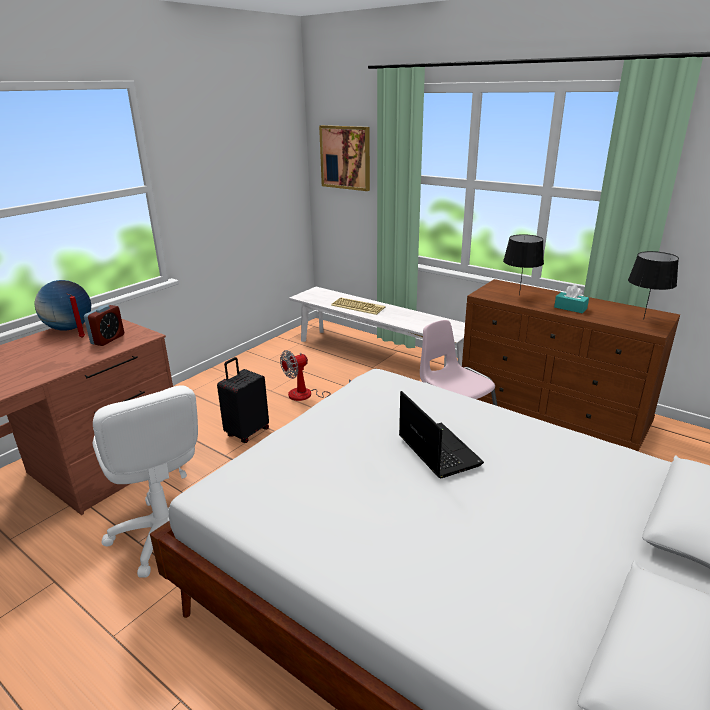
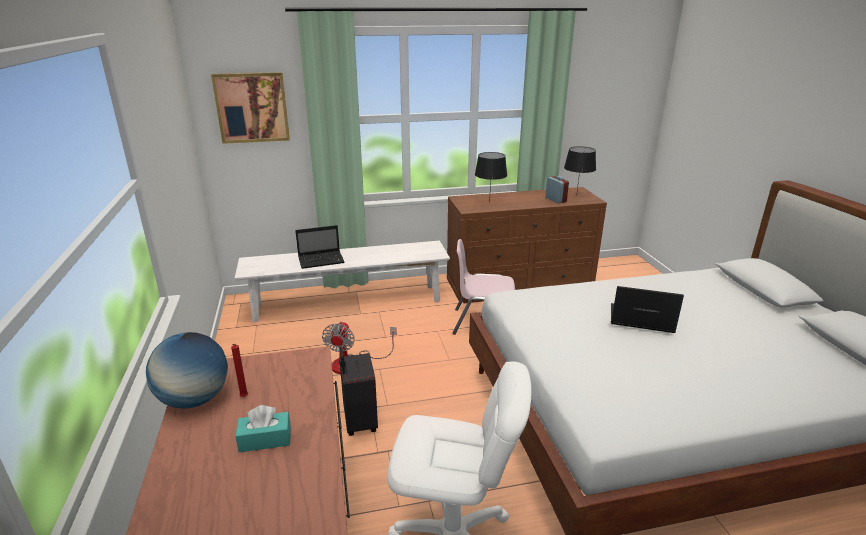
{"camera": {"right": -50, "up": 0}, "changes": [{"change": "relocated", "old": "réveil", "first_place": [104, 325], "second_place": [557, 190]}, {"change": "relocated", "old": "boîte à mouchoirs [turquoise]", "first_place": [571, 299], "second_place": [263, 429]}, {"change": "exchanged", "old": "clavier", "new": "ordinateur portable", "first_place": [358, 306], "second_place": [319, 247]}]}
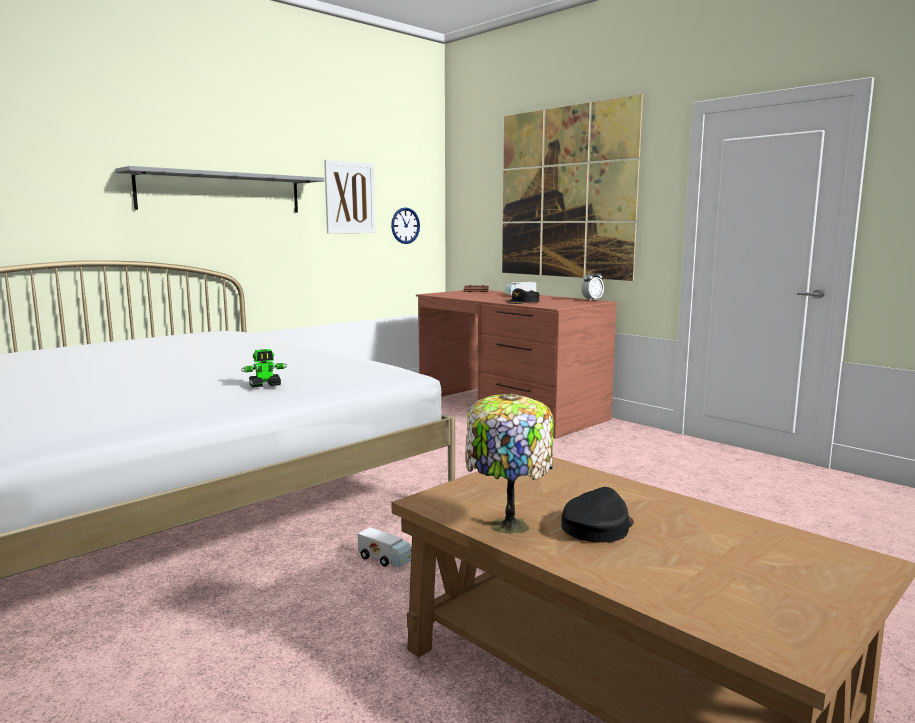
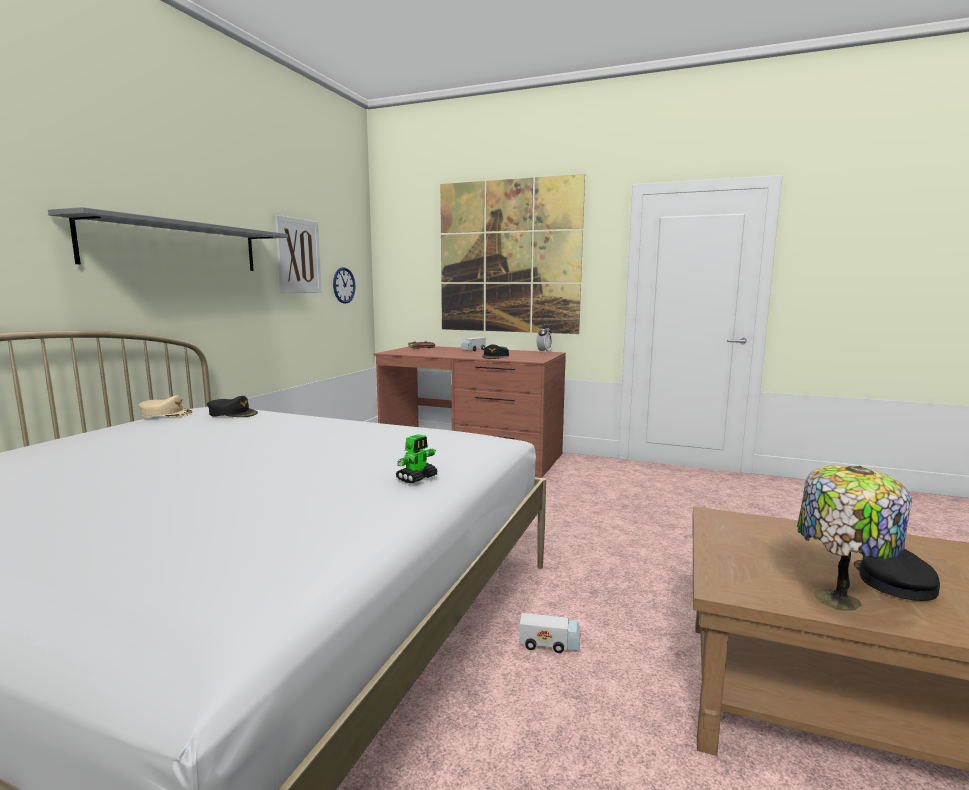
{"camera": {"right": -25, "up": 0}, "changes": [{"change": "appeared", "new": "casquette [beige]", "second_place": [165, 406]}, {"change": "appeared", "new": "casquette [noir]", "second_place": [232, 406]}]}
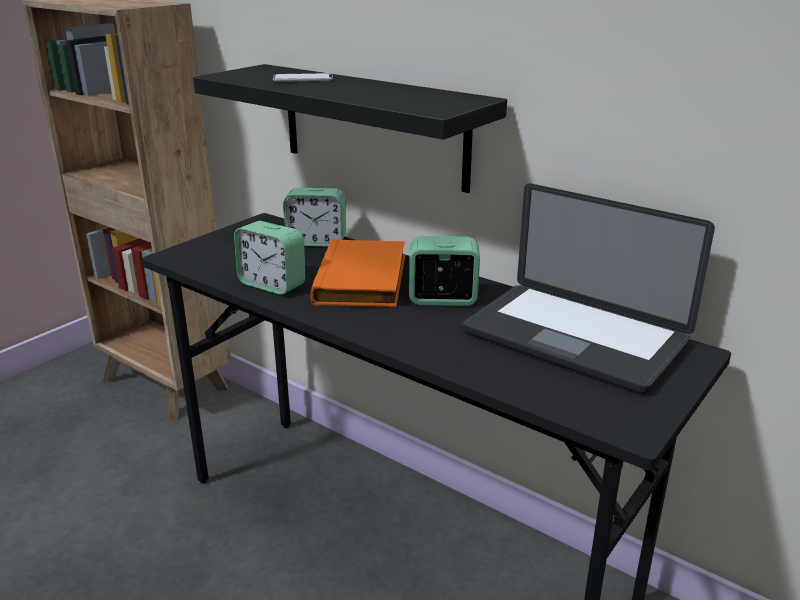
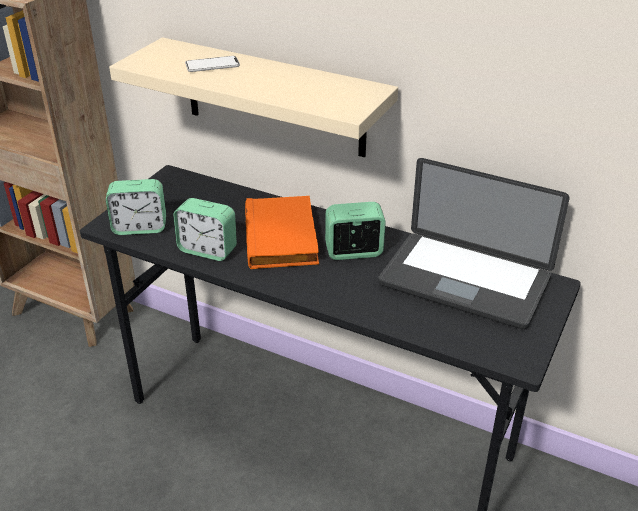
{"camera": {"right": -10, "up": 10}, "changes": [{"change": "relocated", "old": "réveil", "first_place": [314, 217], "second_place": [136, 207]}, {"change": "colour", "old": "étagère [noir]", "new": "étagère [beige]", "first_place": [350, 128], "second_place": [253, 97]}]}
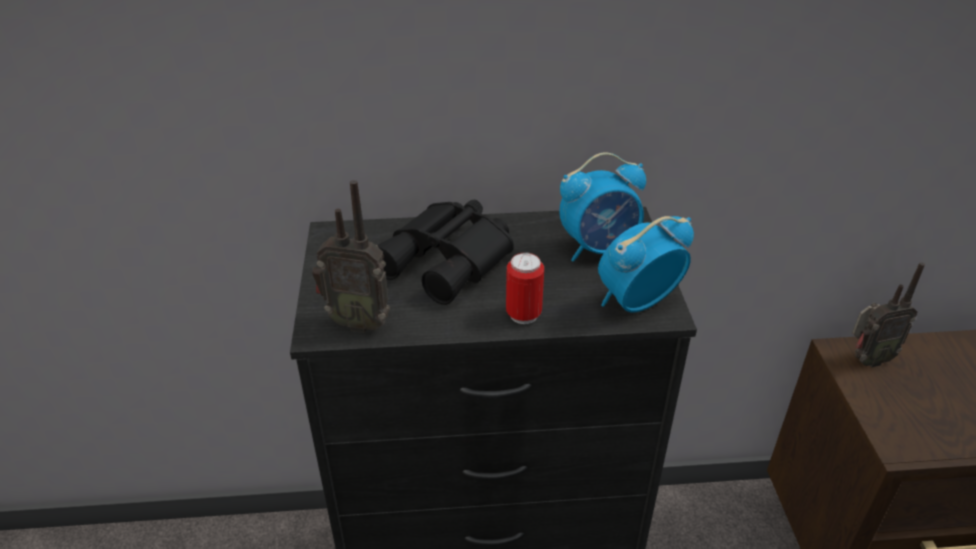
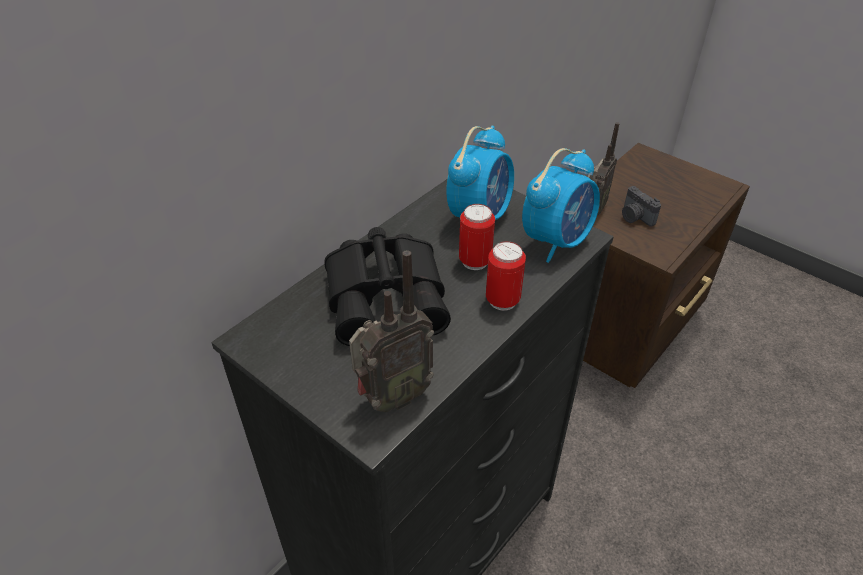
{"camera": {"right": -45, "up": 5}, "changes": [{"change": "appeared", "new": "boîte métallique", "second_place": [477, 237]}, {"change": "appeared", "new": "appareil photo", "second_place": [641, 206]}, {"change": "spun", "old": "réveil", "first_place": [646, 264], "second_place": [561, 205], "degrees": -150}]}
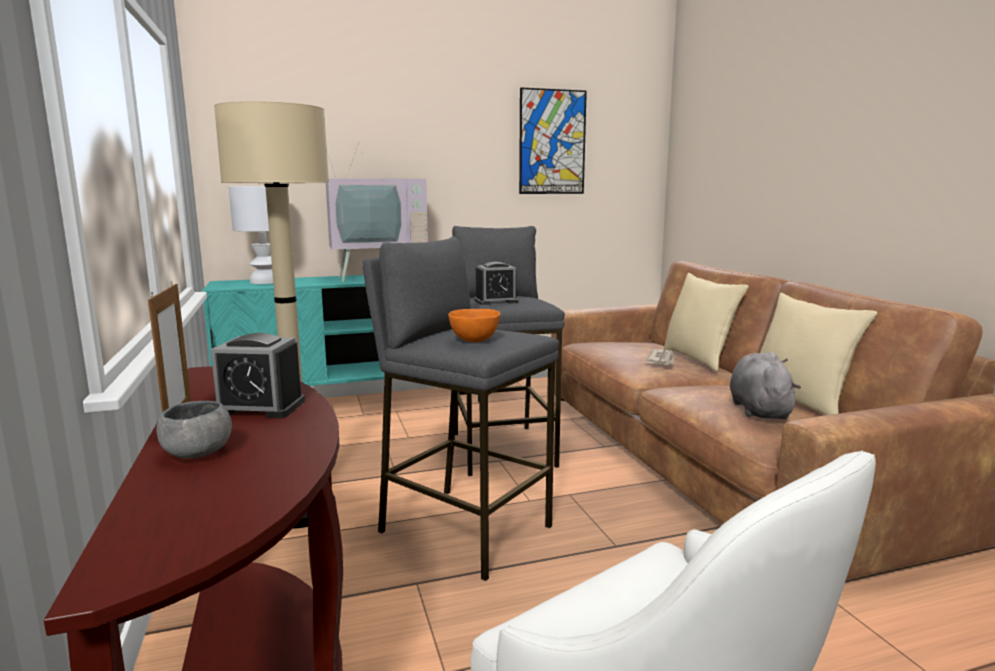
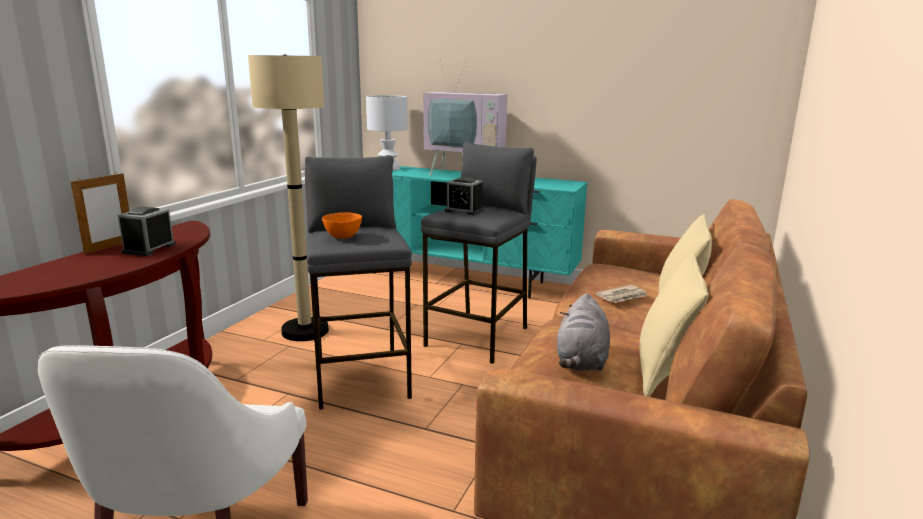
{"camera": {"right": 40, "up": 5}, "changes": [{"change": "missing", "old": "bol [gris]", "first_place": [194, 430]}, {"change": "missing", "old": "tableau", "first_place": [553, 141]}, {"change": "spun", "old": "réveil", "first_place": [258, 375], "second_place": [147, 231], "degrees": 60}, {"change": "spun", "old": "peluche [gris]", "first_place": [765, 386], "second_place": [583, 332], "degrees": 150}]}
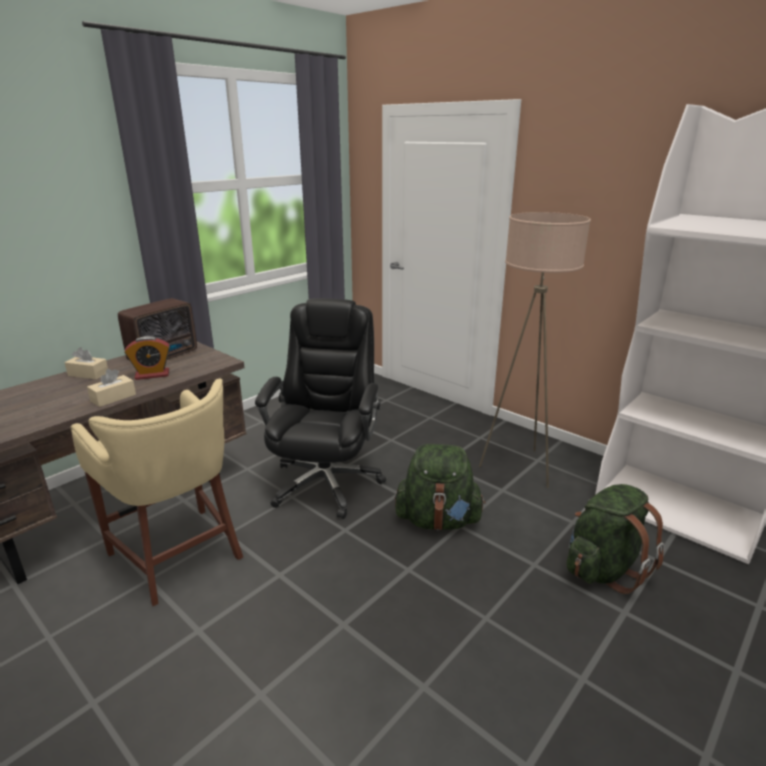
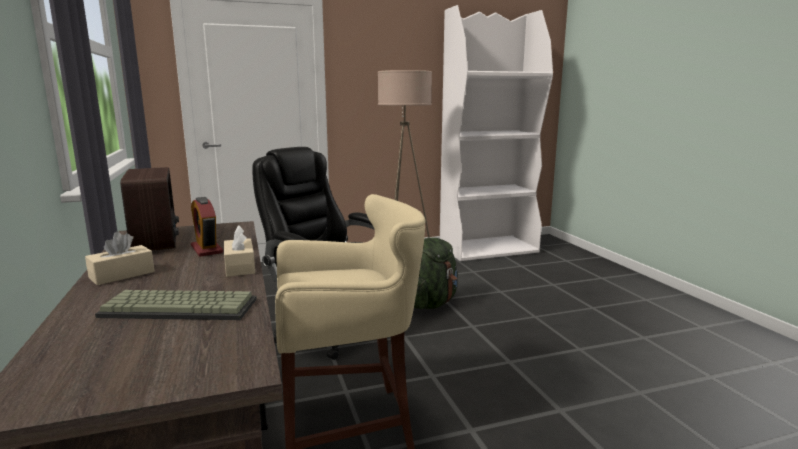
{"camera": {"right": -60, "up": -10}, "changes": [{"change": "missing", "old": "sac à dos [vert]", "first_place": [616, 539]}, {"change": "appeared", "new": "clavier", "second_place": [176, 305]}, {"change": "spun", "old": "réveil", "first_place": [147, 358], "second_place": [207, 226], "degrees": 135}]}
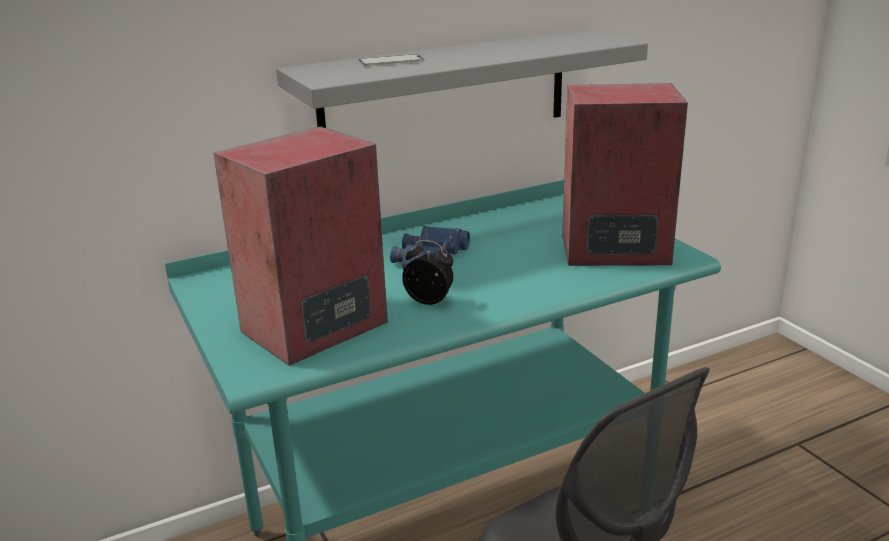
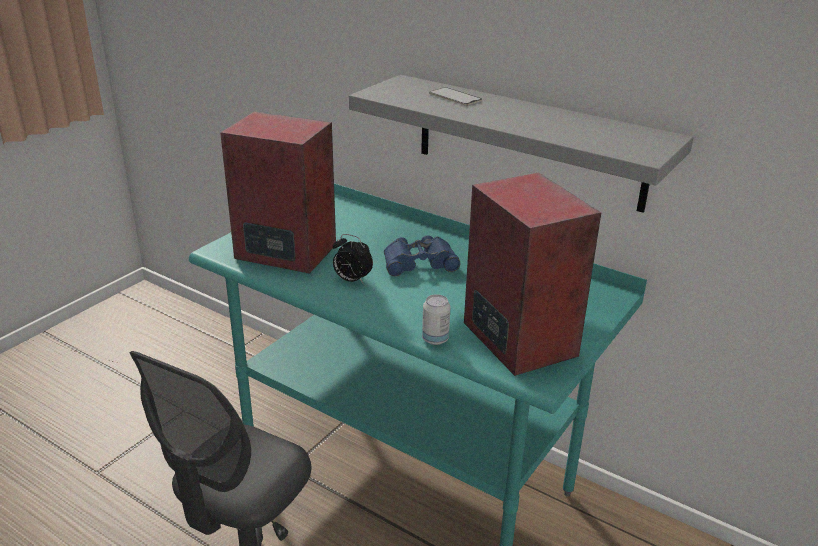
{"camera": {"right": 60, "up": 5}, "changes": [{"change": "appeared", "new": "boîte métallique", "second_place": [436, 319]}, {"change": "spun", "old": "réveil", "first_place": [427, 272], "second_place": [353, 258], "degrees": 120}]}
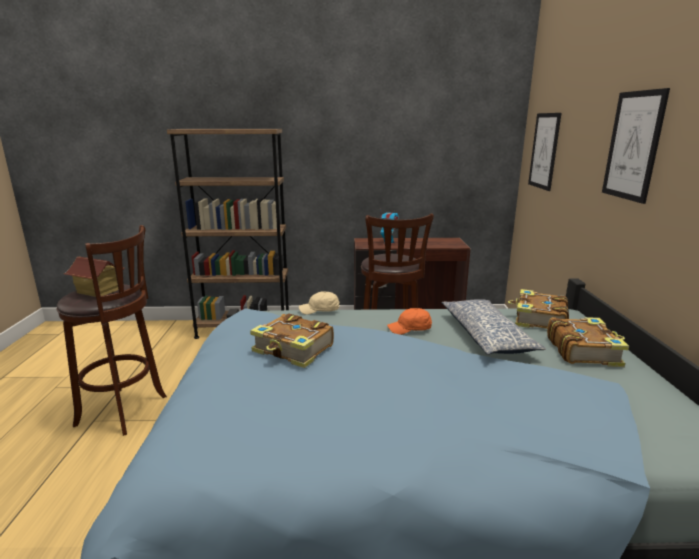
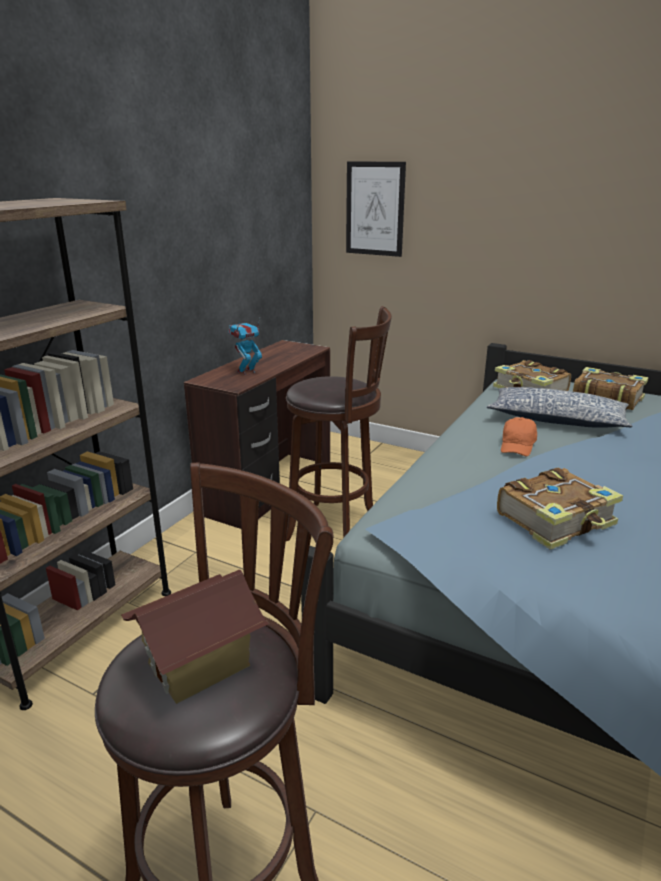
{"camera": {"right": -60, "up": 5}, "changes": [{"change": "missing", "old": "casquette [beige]", "first_place": [319, 303]}, {"change": "missing", "old": "tableau", "first_place": [636, 146]}]}
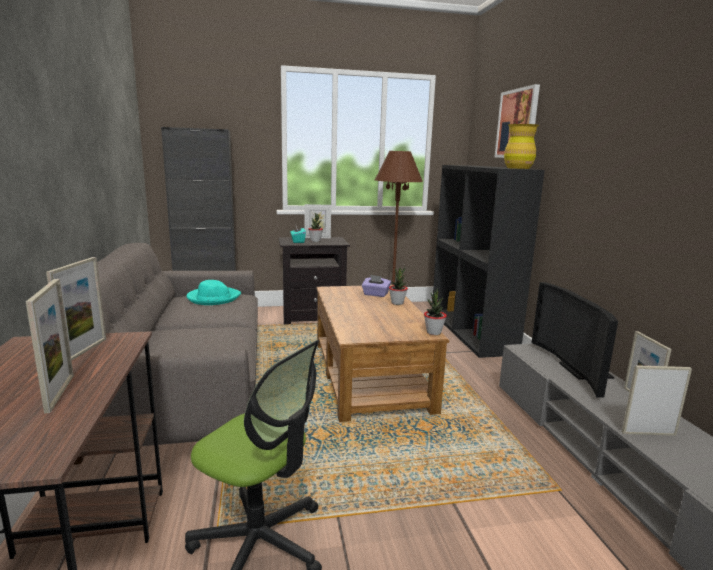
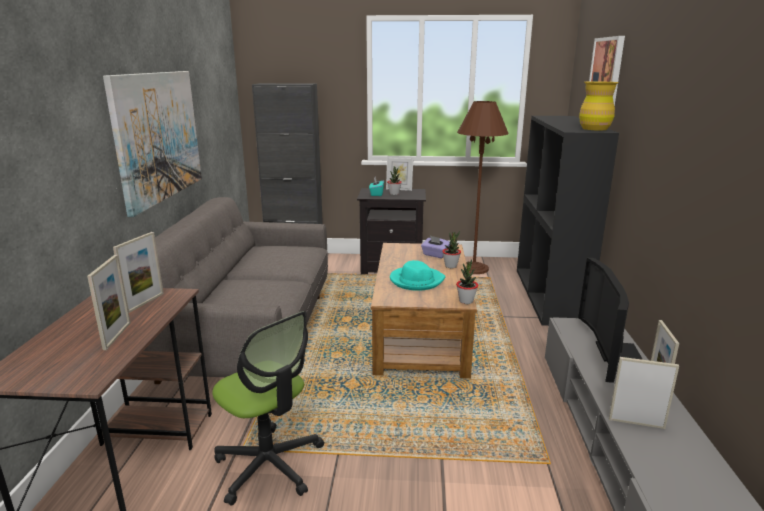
{"camera": {"right": 15, "up": 5}, "changes": [{"change": "appeared", "new": "tableau", "second_place": [152, 144]}, {"change": "relocated", "old": "chapeau [turquoise]", "first_place": [214, 292], "second_place": [417, 275]}]}
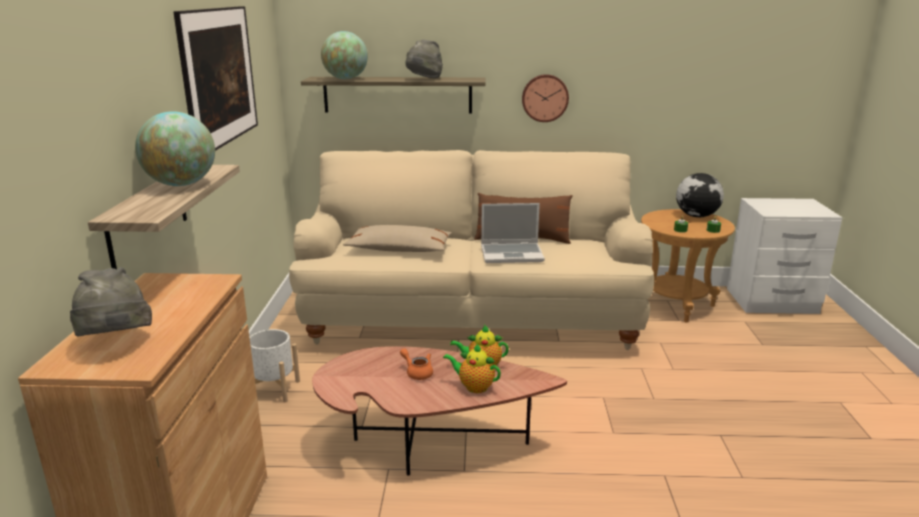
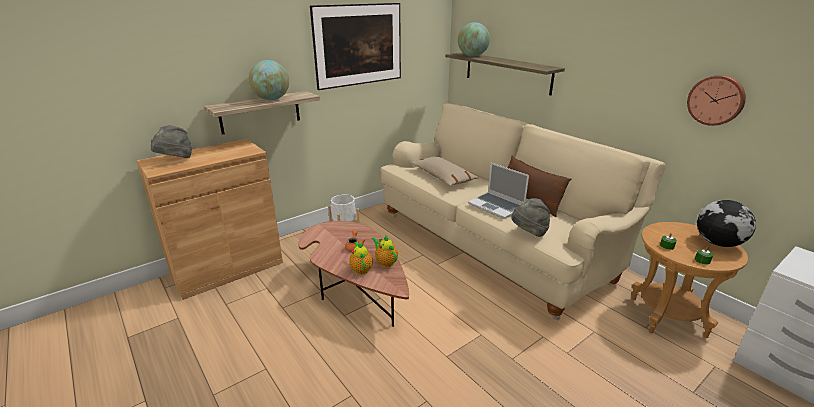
{"camera": {"right": 50, "up": 5}, "changes": [{"change": "relocated", "old": "chapeau [gris]", "first_place": [424, 59], "second_place": [530, 217]}, {"change": "relocated", "old": "horloge murale", "first_place": [545, 98], "second_place": [716, 100]}]}
